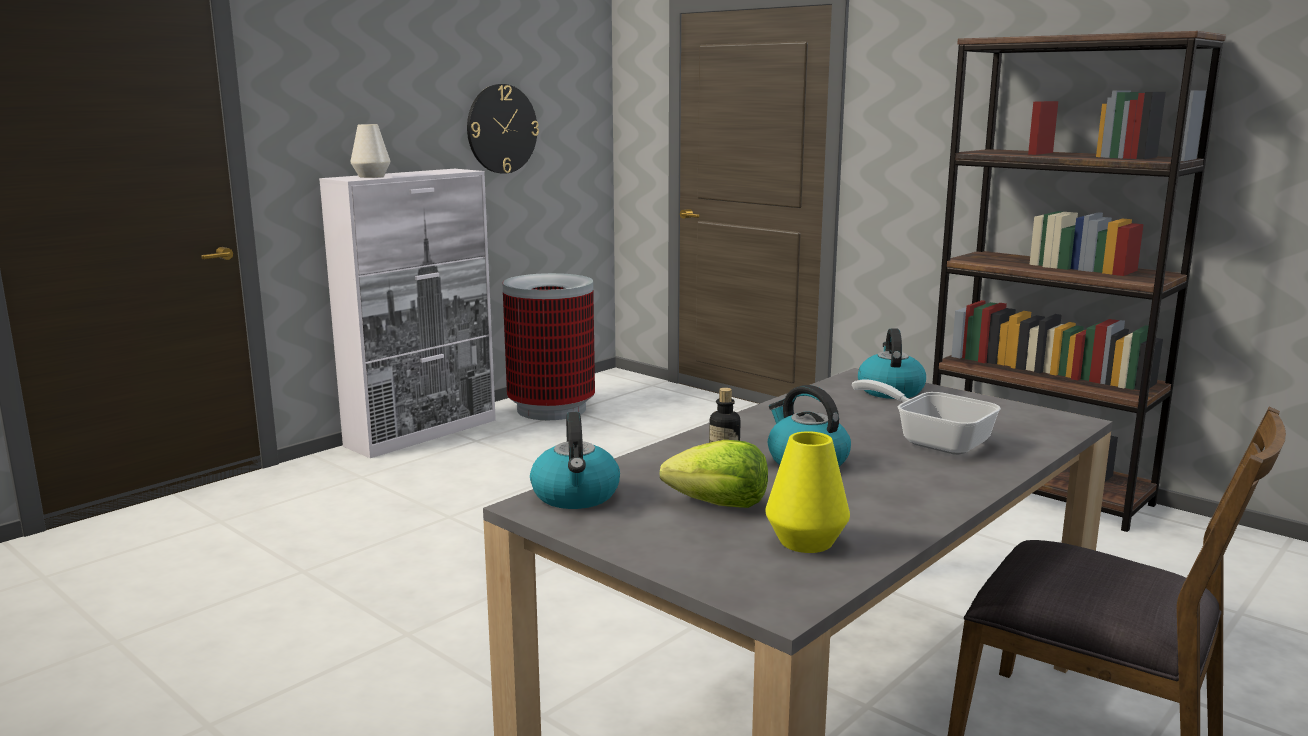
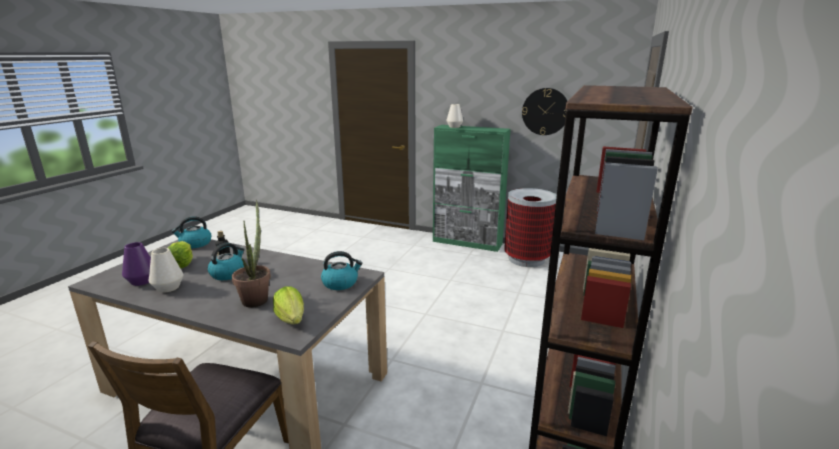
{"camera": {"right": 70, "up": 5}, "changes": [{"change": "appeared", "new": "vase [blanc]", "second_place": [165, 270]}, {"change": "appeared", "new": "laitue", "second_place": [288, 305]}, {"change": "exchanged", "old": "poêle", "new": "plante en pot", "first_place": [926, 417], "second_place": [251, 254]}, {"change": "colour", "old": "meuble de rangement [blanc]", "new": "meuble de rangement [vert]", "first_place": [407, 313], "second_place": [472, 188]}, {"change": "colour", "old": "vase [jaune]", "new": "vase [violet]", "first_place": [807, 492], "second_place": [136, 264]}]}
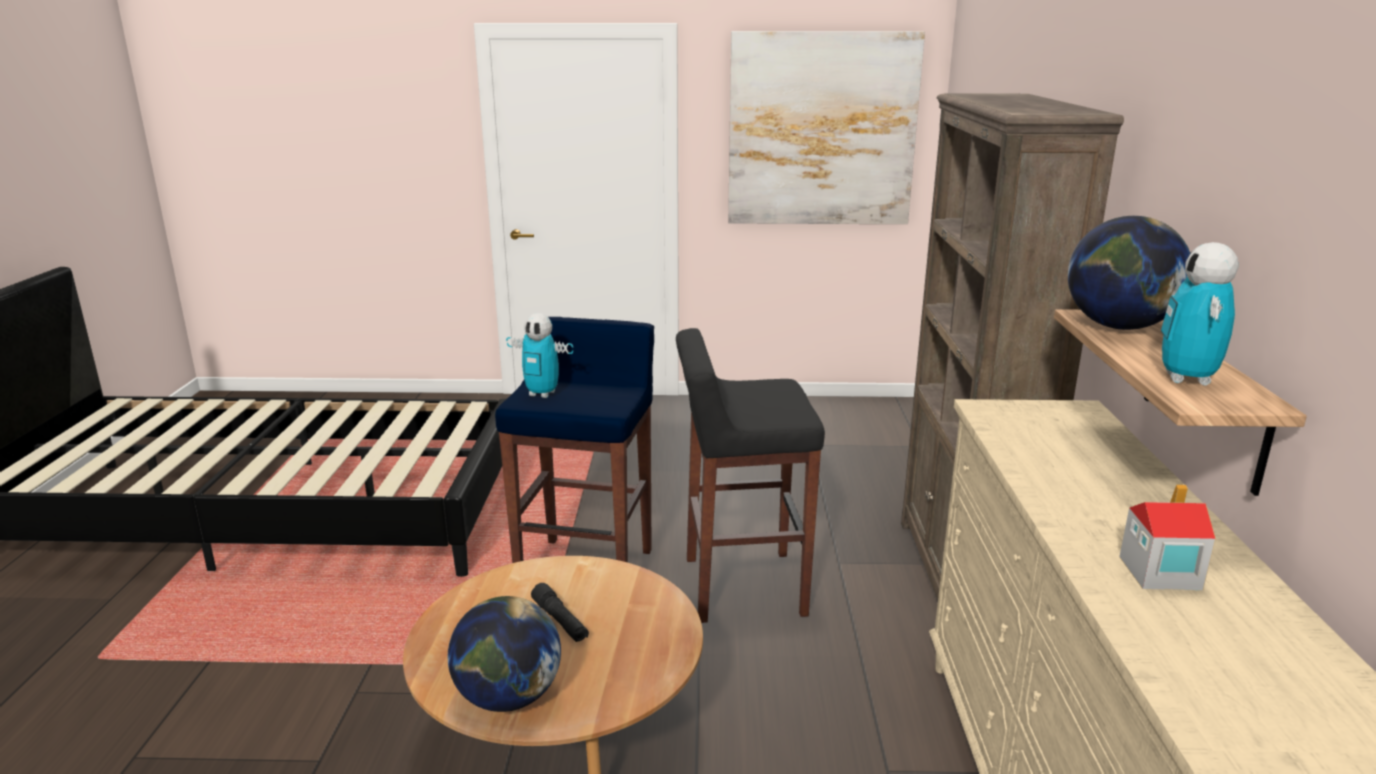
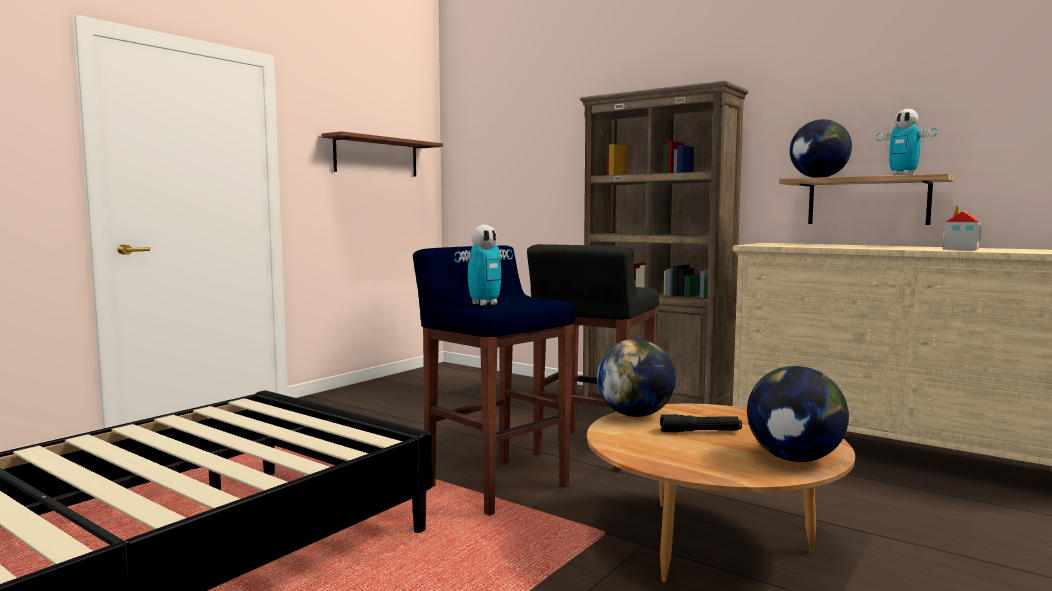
{"camera": {"right": -55, "up": -15}, "changes": [{"change": "appeared", "new": "globe", "second_place": [636, 378]}, {"change": "exchanged", "old": "tableau", "new": "étagère", "first_place": [826, 127], "second_place": [382, 154]}]}
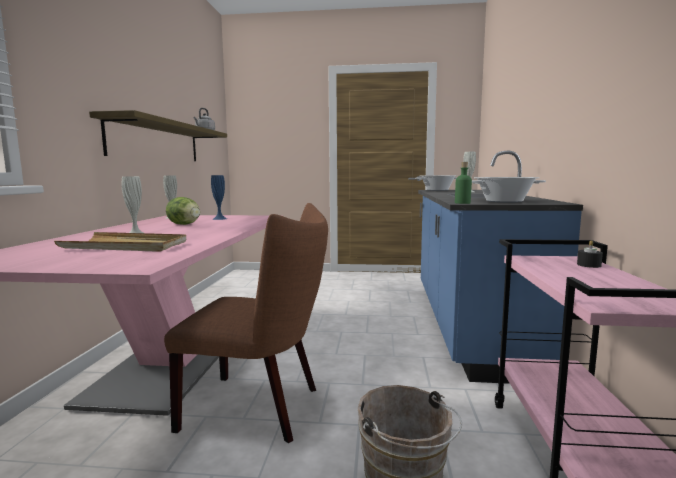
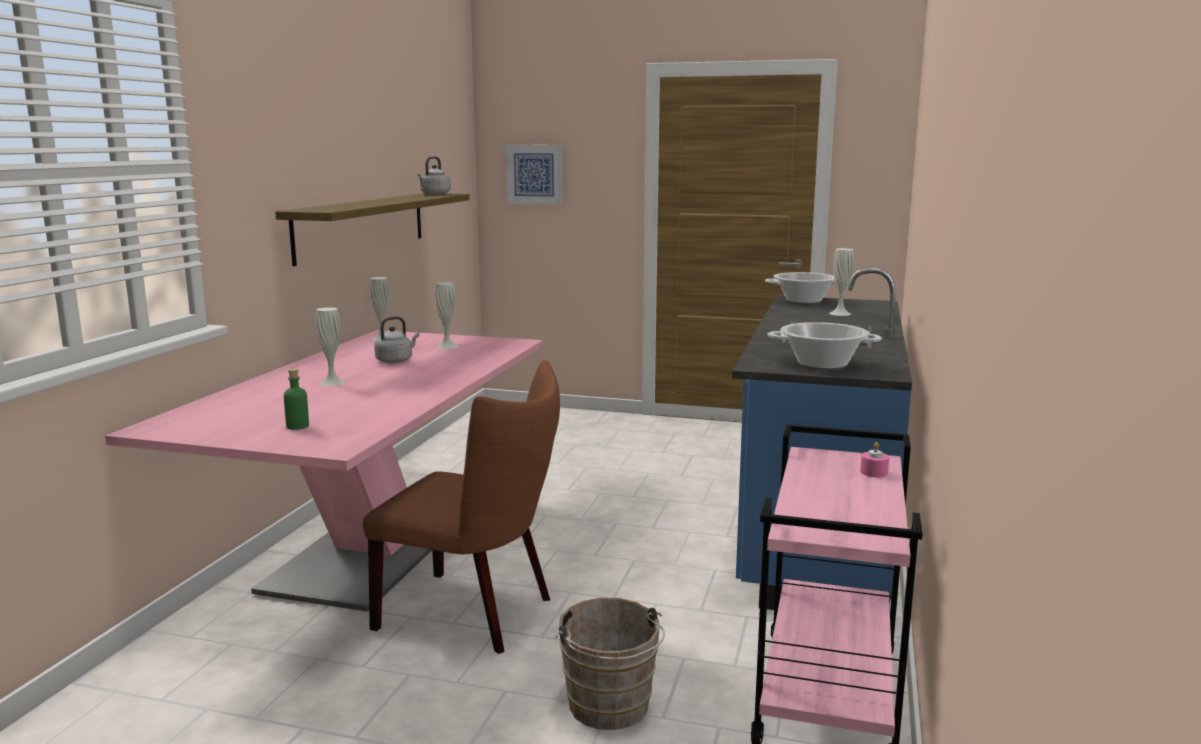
{"camera": {"right": 10, "up": 5}, "changes": [{"change": "missing", "old": "plateau [beige]", "first_place": [120, 242]}, {"change": "appeared", "new": "tableau", "second_place": [534, 174]}, {"change": "relocated", "old": "bouteille [vert]", "first_place": [463, 183], "second_place": [296, 399]}, {"change": "exchanged", "old": "laitue", "new": "bouilloire [gris]", "first_place": [183, 211], "second_place": [396, 339]}, {"change": "colour", "old": "vase [bleu]", "new": "vase [blanc]", "first_place": [219, 197], "second_place": [446, 315]}, {"change": "colour", "old": "bougie [noir]", "new": "bougie [rose]", "first_place": [590, 254], "second_place": [874, 459]}]}
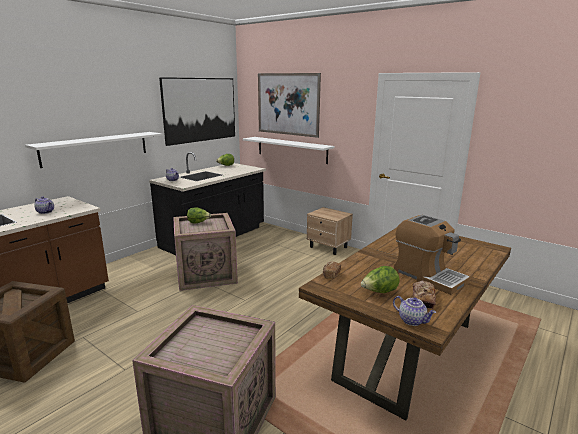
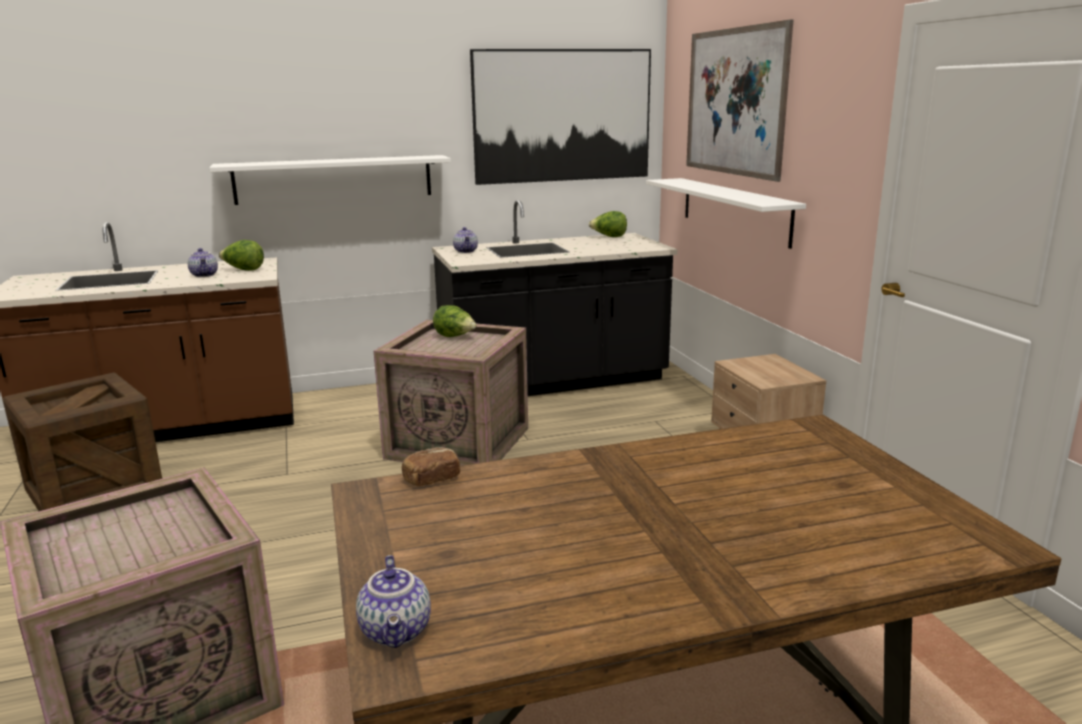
{"camera": {"right": 35, "up": 0}, "changes": [{"change": "missing", "old": "machine à café", "first_place": [432, 255]}, {"change": "missing", "old": "pain", "first_place": [424, 294]}, {"change": "relocated", "old": "laitue", "first_place": [380, 279], "second_place": [241, 255]}]}
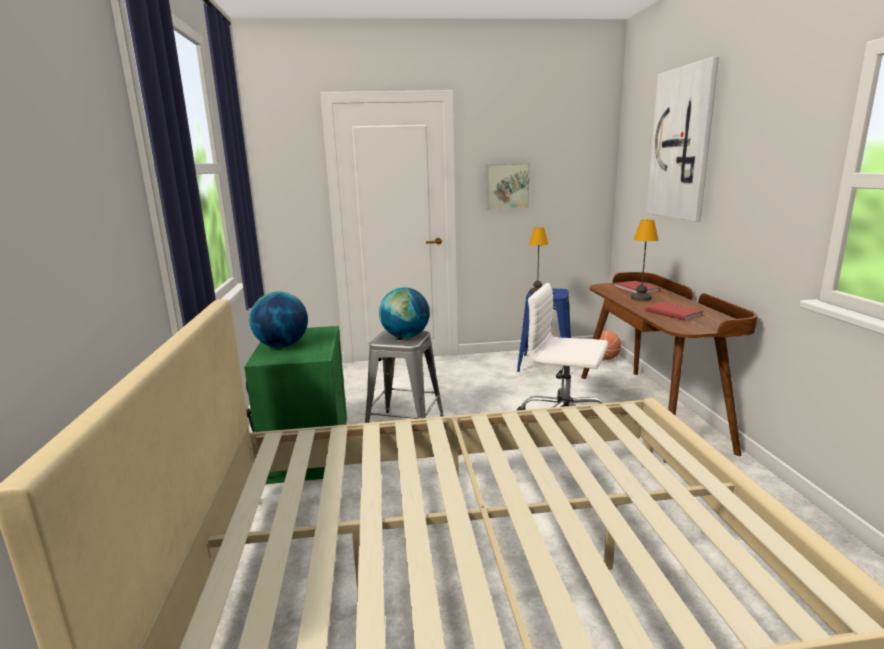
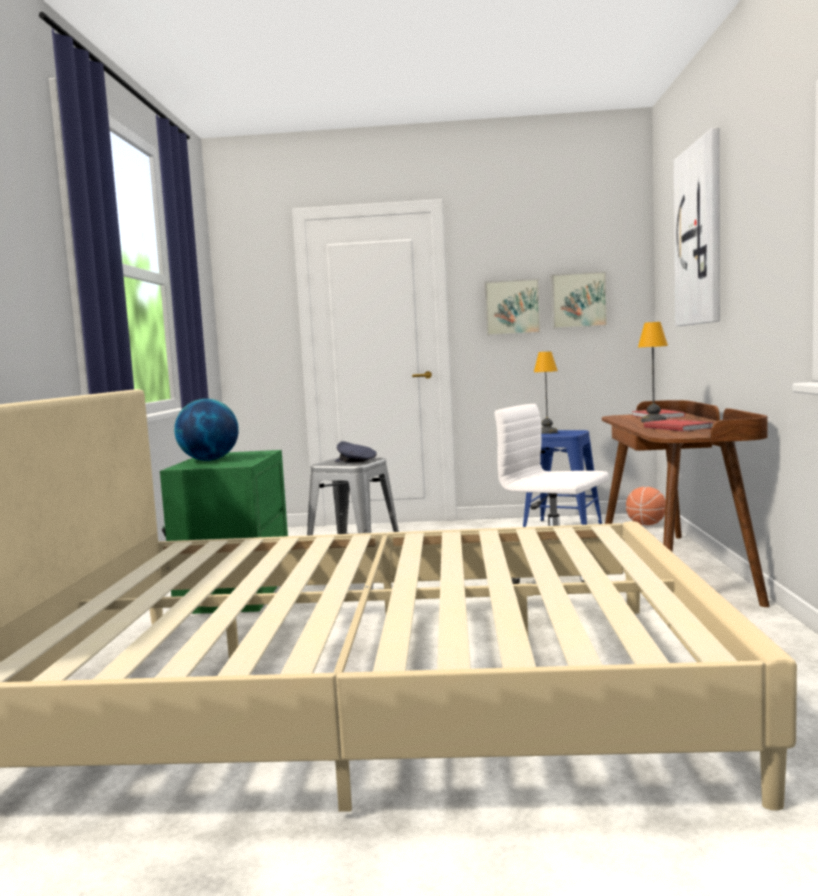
{"camera": {"right": 10, "up": -10}, "changes": [{"change": "appeared", "new": "tableau", "second_place": [579, 300]}, {"change": "exchanged", "old": "globe", "new": "casquette [gris]", "first_place": [404, 313], "second_place": [356, 451]}]}
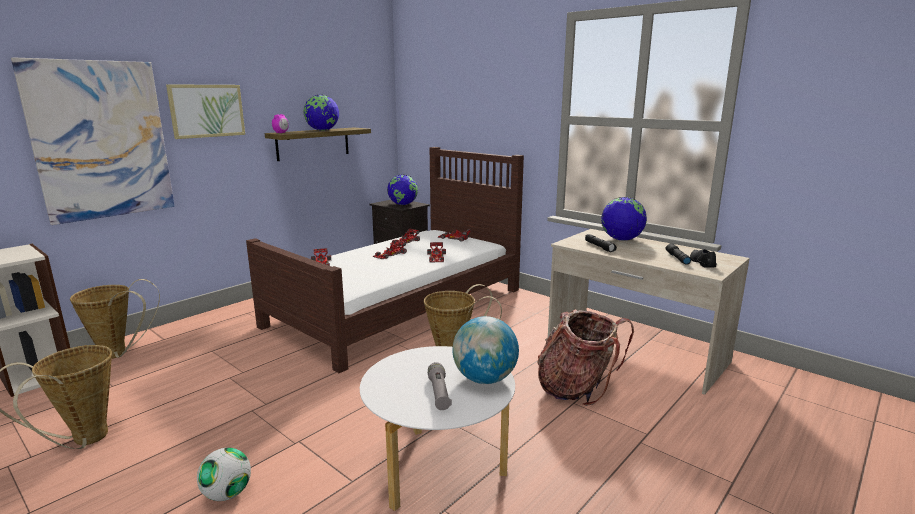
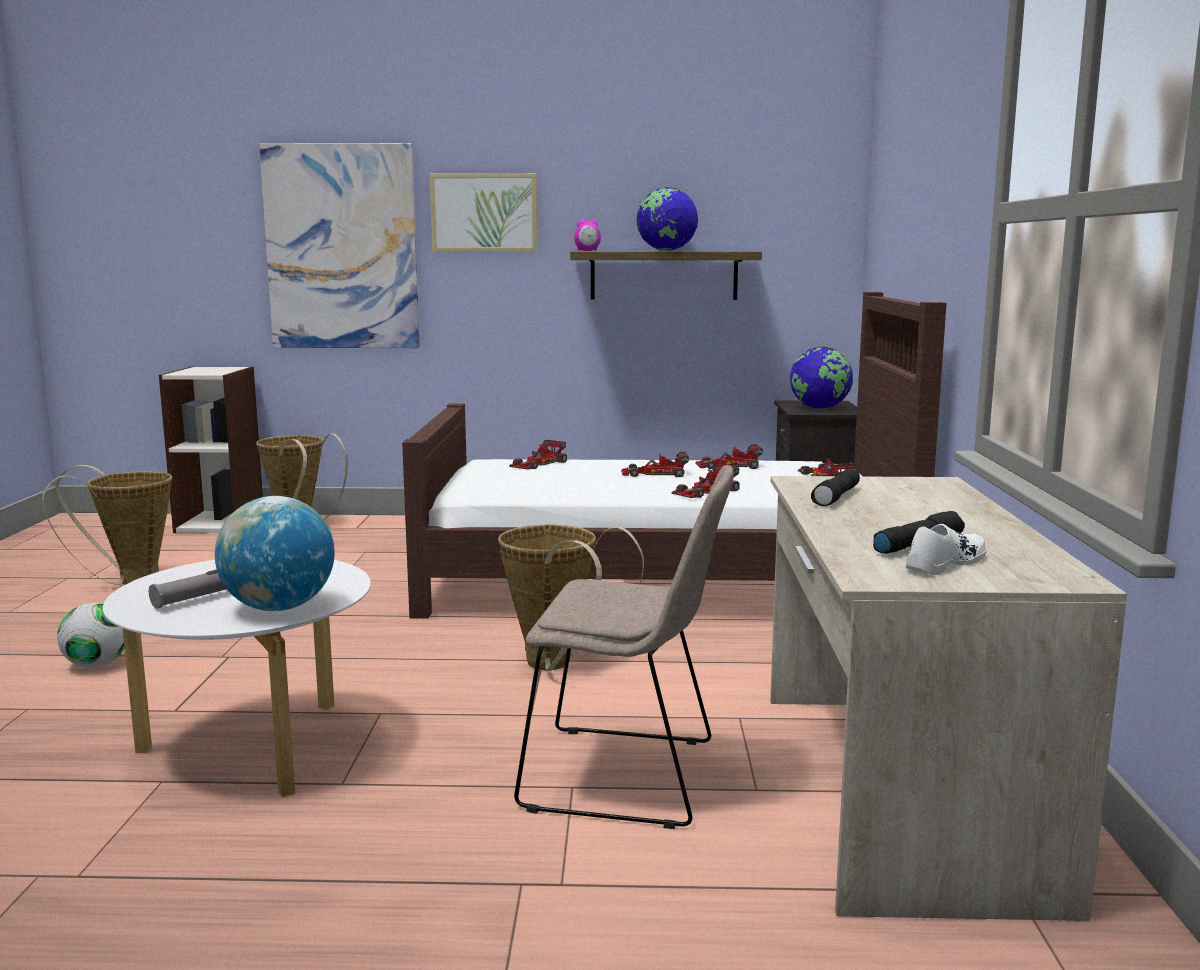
{"camera": {"right": 50, "up": -5}, "changes": [{"change": "missing", "old": "globe", "first_place": [624, 219]}, {"change": "exchanged", "old": "sac à dos", "new": "chaise [beige]", "first_place": [585, 357], "second_place": [624, 647]}, {"change": "colour", "old": "chaussure [noir]", "new": "chaussure [blanc]", "first_place": [703, 258], "second_place": [946, 549]}]}
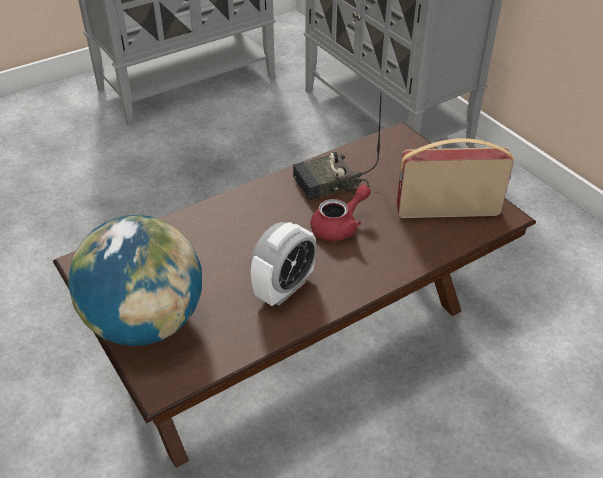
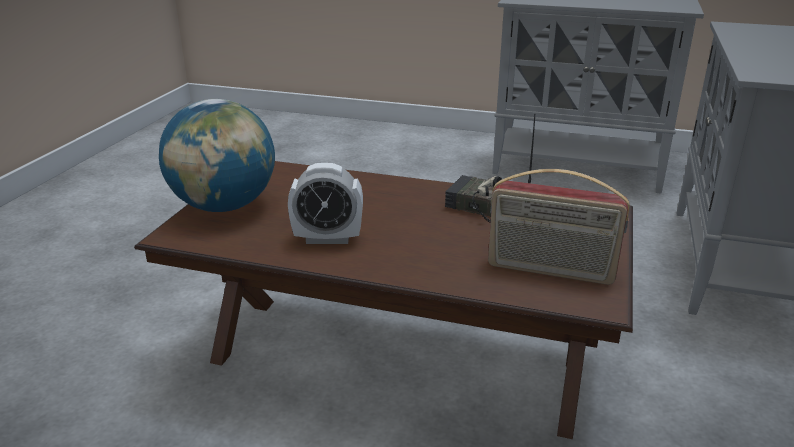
{"camera": {"right": 50, "up": -15}, "changes": [{"change": "missing", "old": "théière [rouge]", "first_place": [340, 212]}, {"change": "spun", "old": "radio", "first_place": [455, 178], "second_place": [559, 227], "degrees": 150}]}
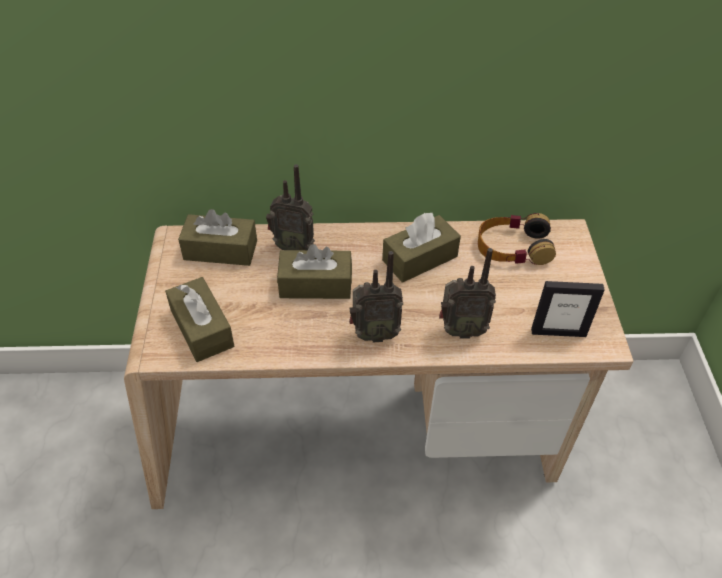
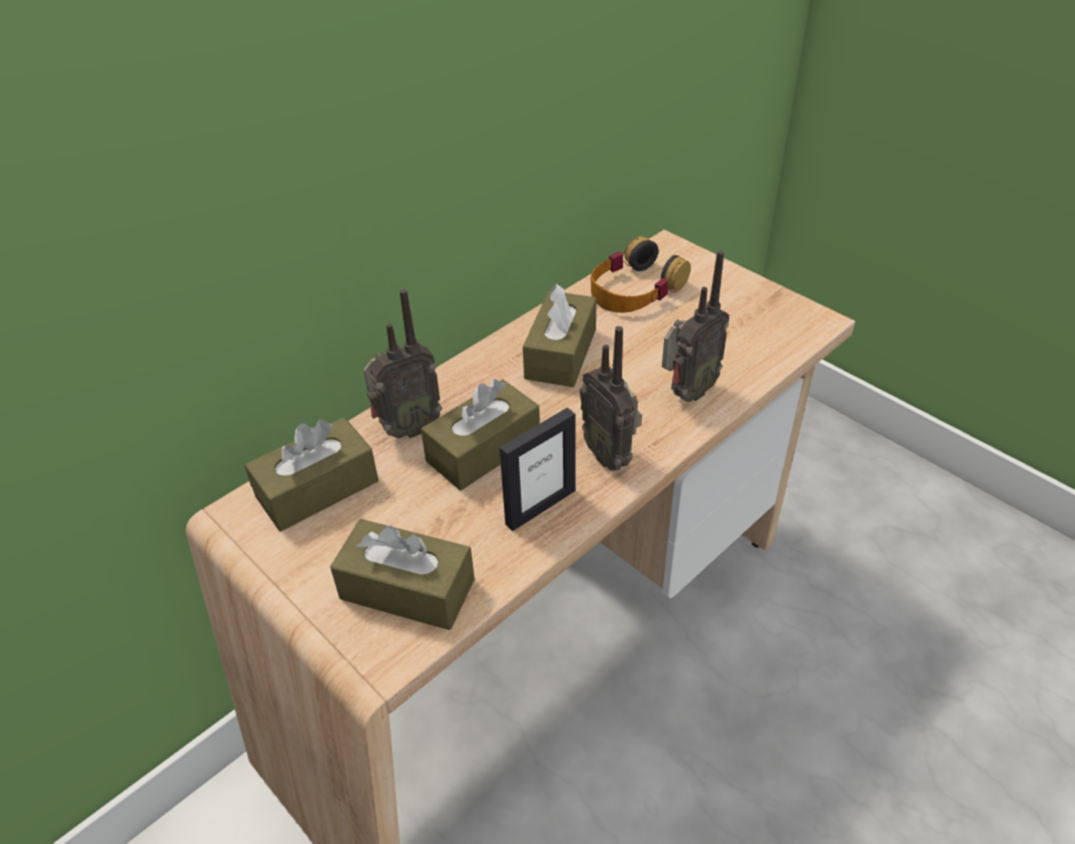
{"camera": {"right": -40, "up": -5}, "changes": [{"change": "relocated", "old": "cadre photo", "first_place": [568, 309], "second_place": [537, 469]}, {"change": "spun", "old": "radio", "first_place": [376, 296], "second_place": [611, 398], "degrees": 105}]}
